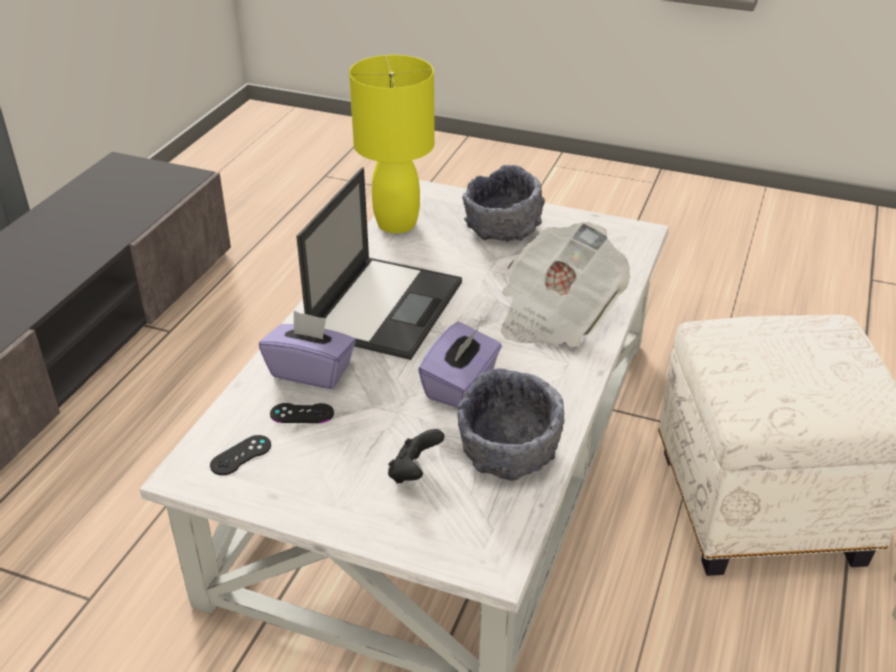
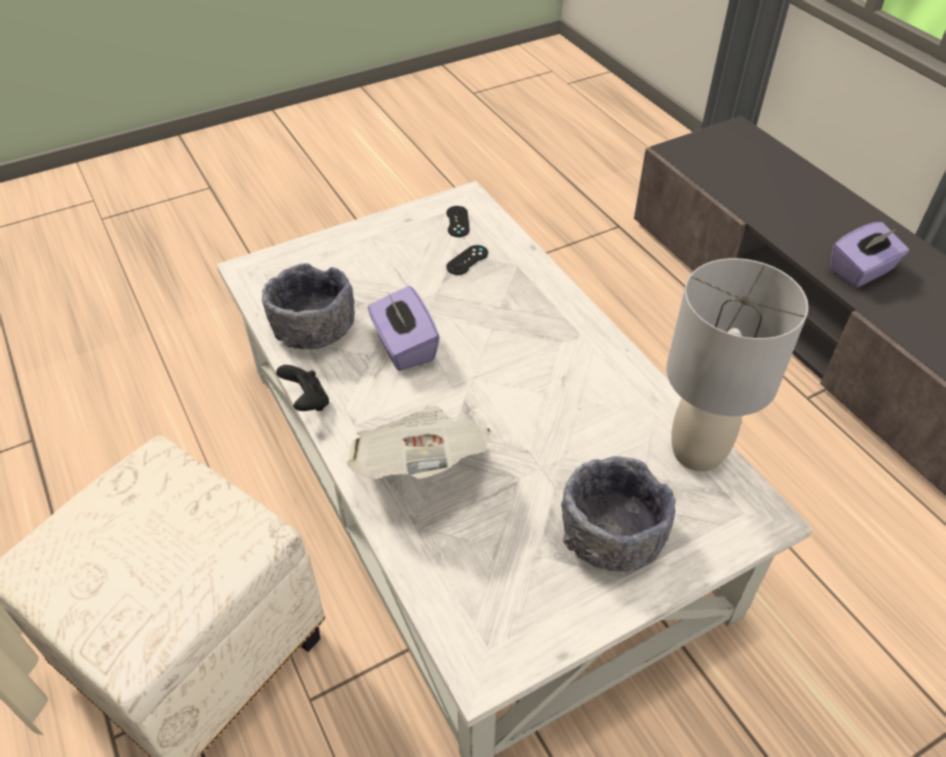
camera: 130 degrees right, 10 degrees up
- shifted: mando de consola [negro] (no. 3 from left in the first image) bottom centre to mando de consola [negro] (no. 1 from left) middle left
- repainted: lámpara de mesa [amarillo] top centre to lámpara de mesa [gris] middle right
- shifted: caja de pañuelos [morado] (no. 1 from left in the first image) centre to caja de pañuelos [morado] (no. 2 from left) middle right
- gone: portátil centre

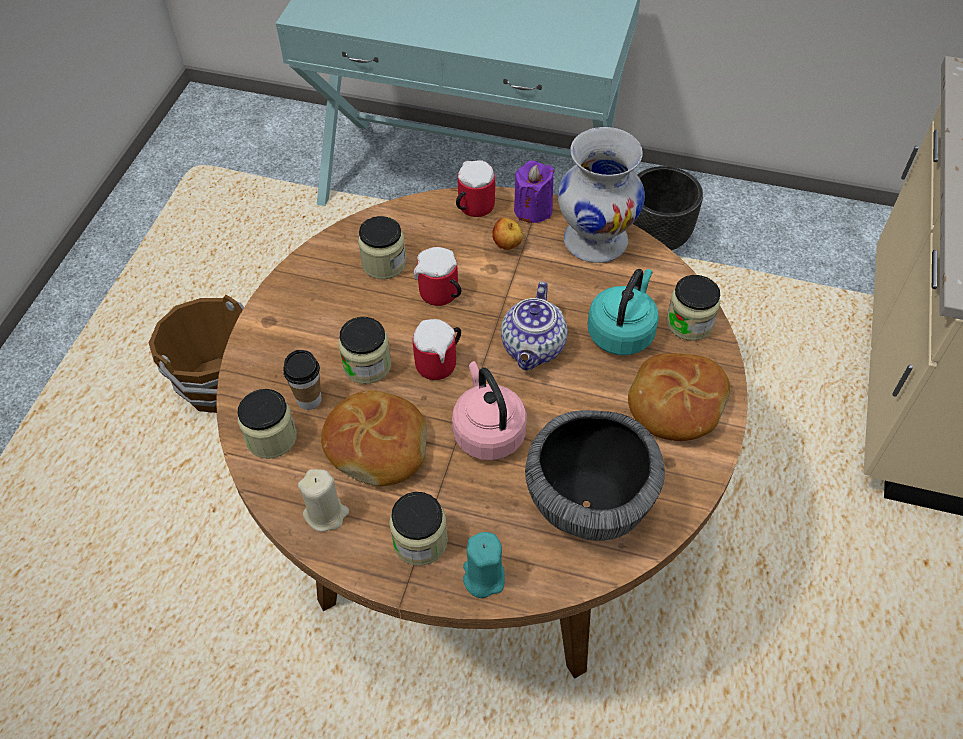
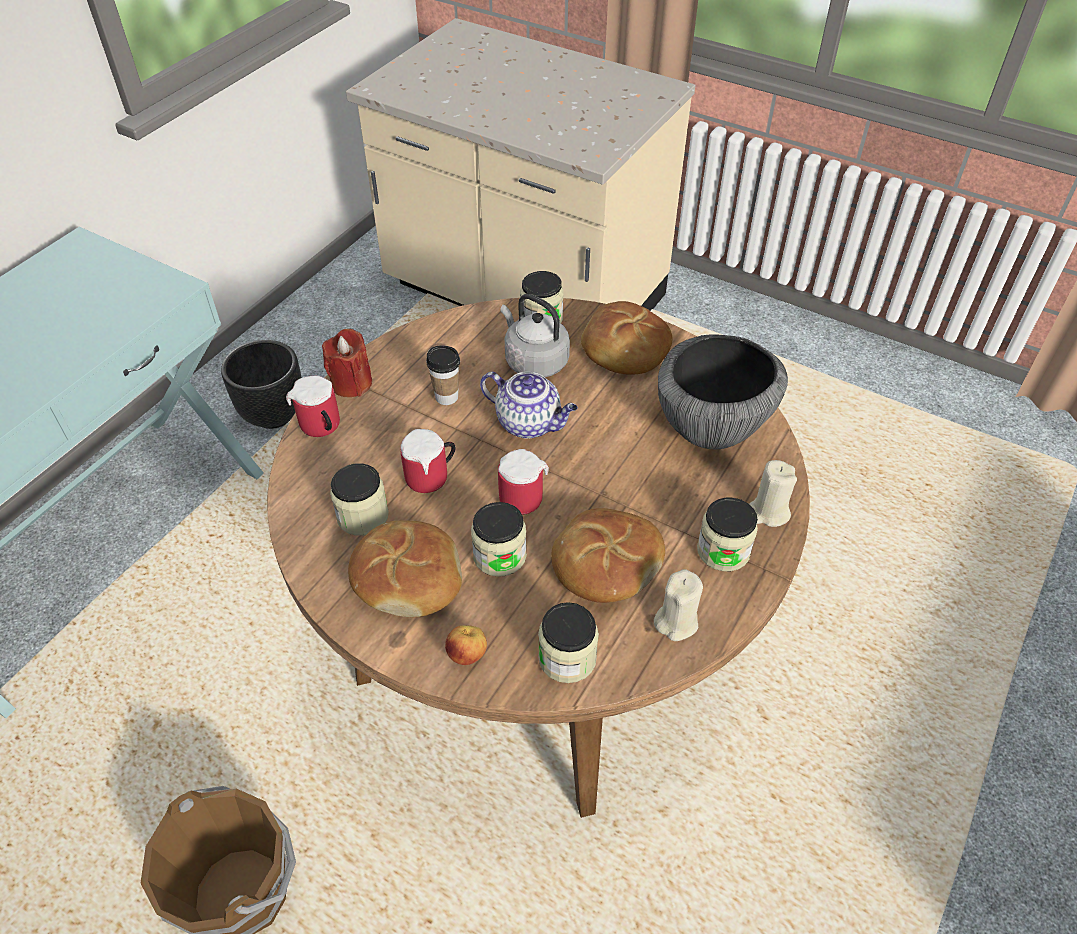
camera: 75 degrees left, 5 degrees down
- repainted: vela [morado] top centre to vela [rojo] middle left
- new: pan (no. 1 from left) centre
- shifted: taza middle left to centre
- shifted: manzana top centre to bottom centre
- repainted: hervidor [turquesa] centre to hervidor [gris] centre
- repainted: vela [turquesa] bottom centre to vela [beis] (no. 2 from left) middle right
- gone: hervidor [rosa] centre
- gone: florero [blanco] top centre

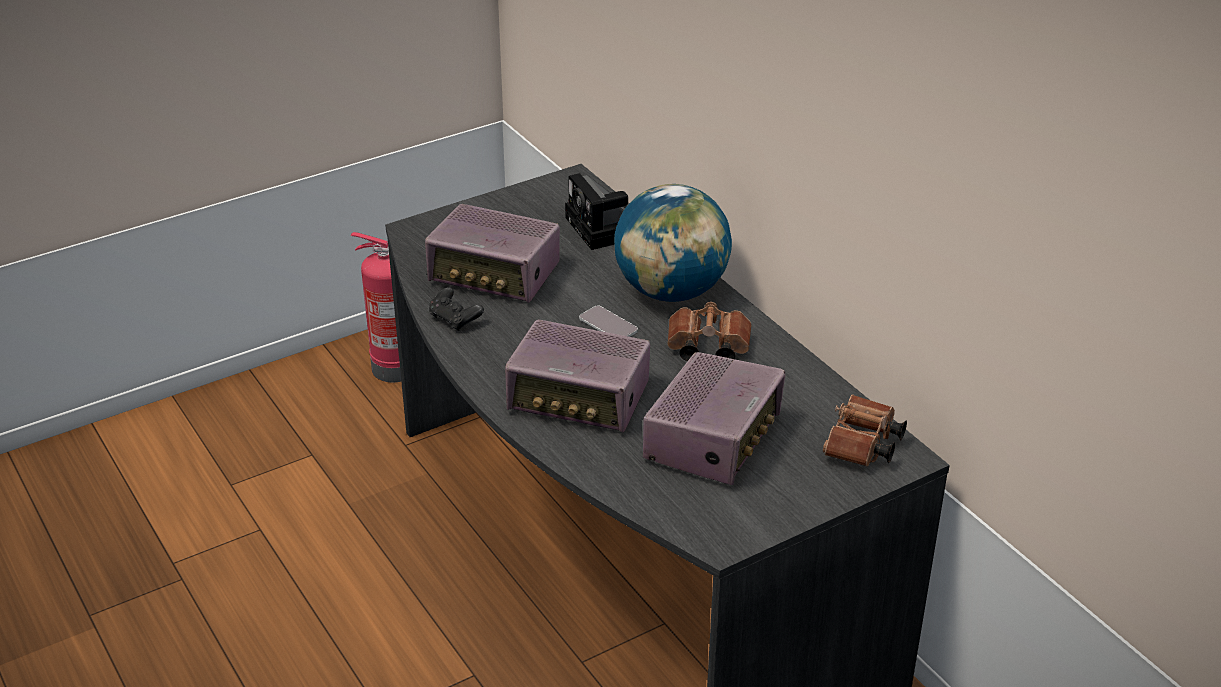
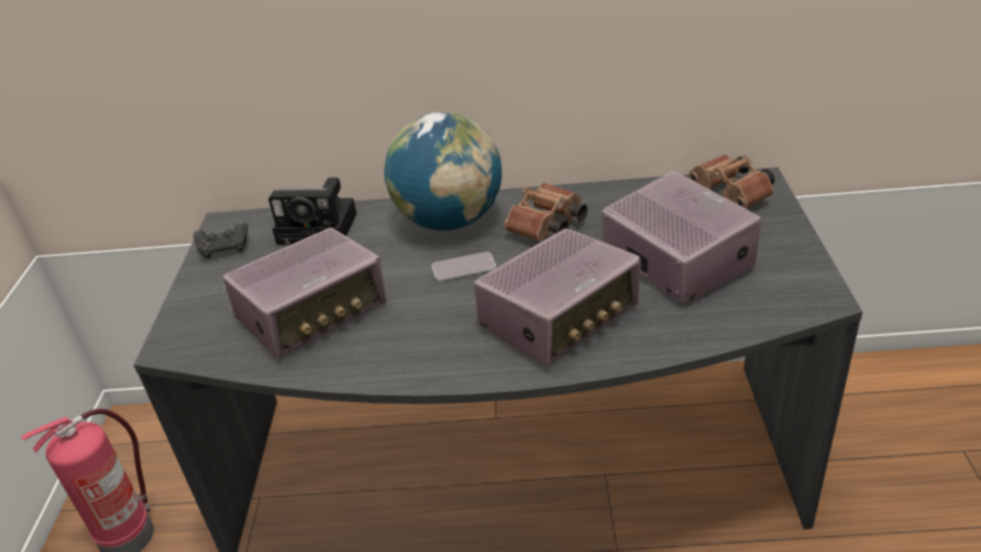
camera: 55 degrees left, 0 degrees up
- shifted: mando de consola [negro] centre to middle left

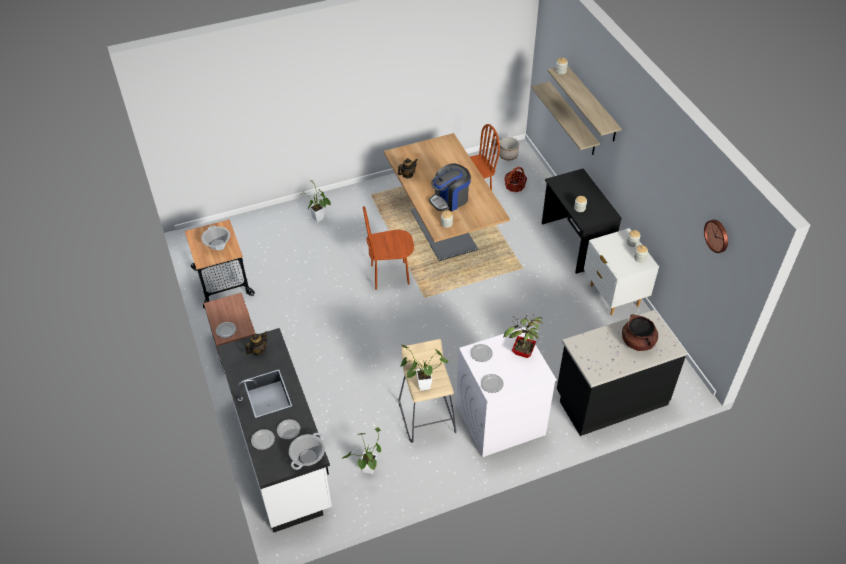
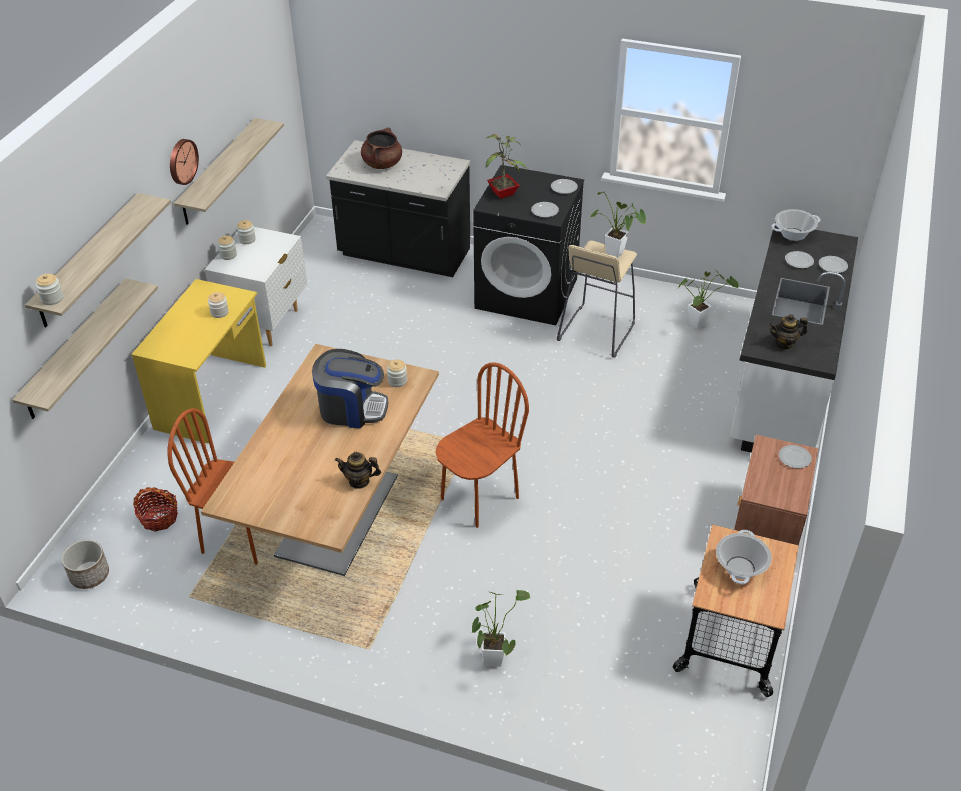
camera: 140 degrees left, 5 degrees down
- repainted: escritorio [negro] middle right to escritorio [amarillo] middle left
- shifted: reloj de pared middle right to top left
- new: estante (no. 3 from left) top left
- rotated: silla [marrón] (no. 1 from left in the first image) centre = centre 75 degrees counterclockwise
- repainted: lavadora [blanco] bottom centre to lavadora [negro] top centre

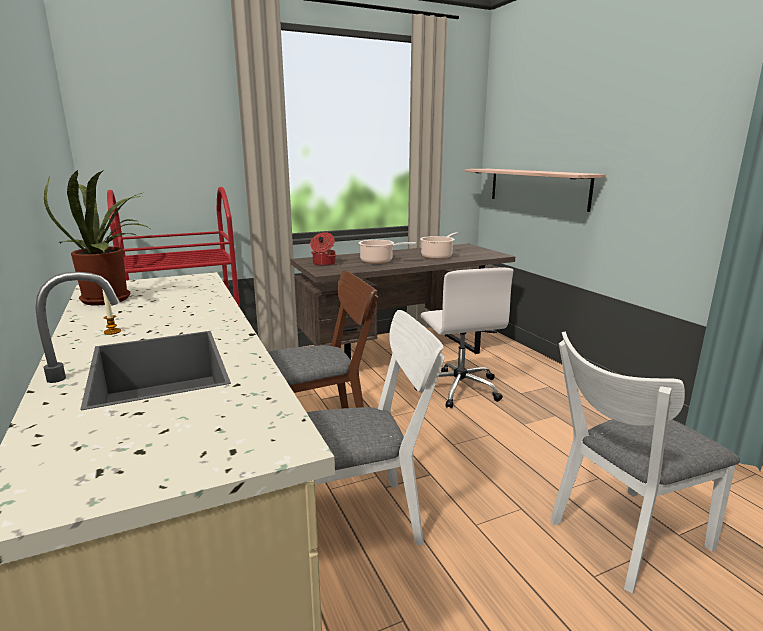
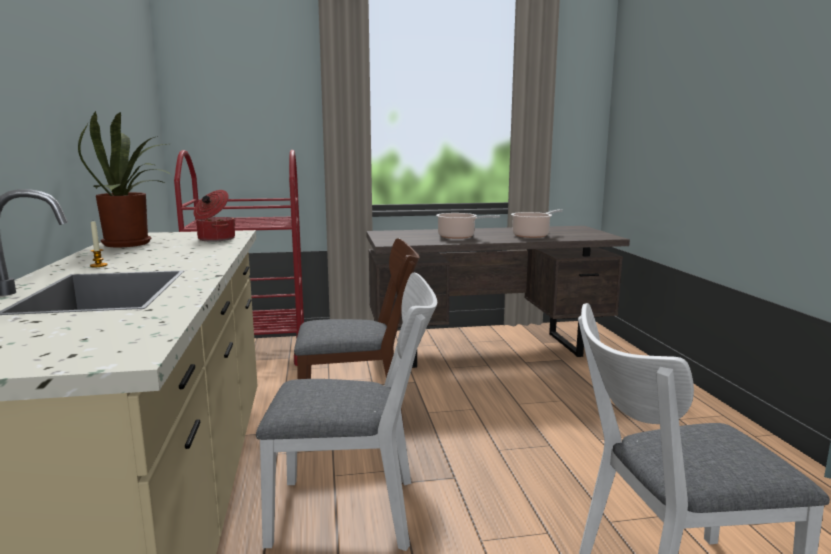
camera: 15 degrees right, 5 degrees down
- shifted: olla (no. 1 from left) centre to middle left
- gone: silla de oficina [blanco] centre
- gone: estante top right

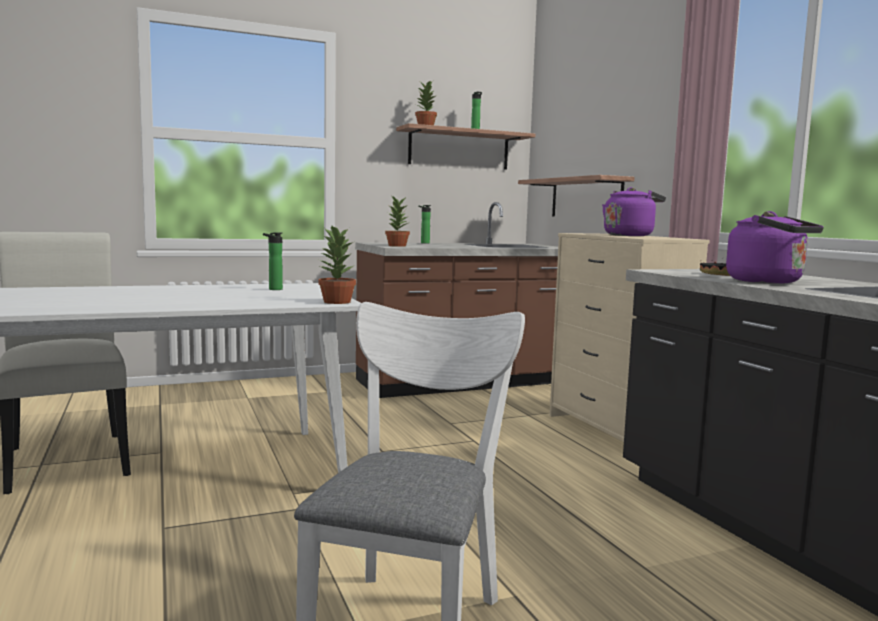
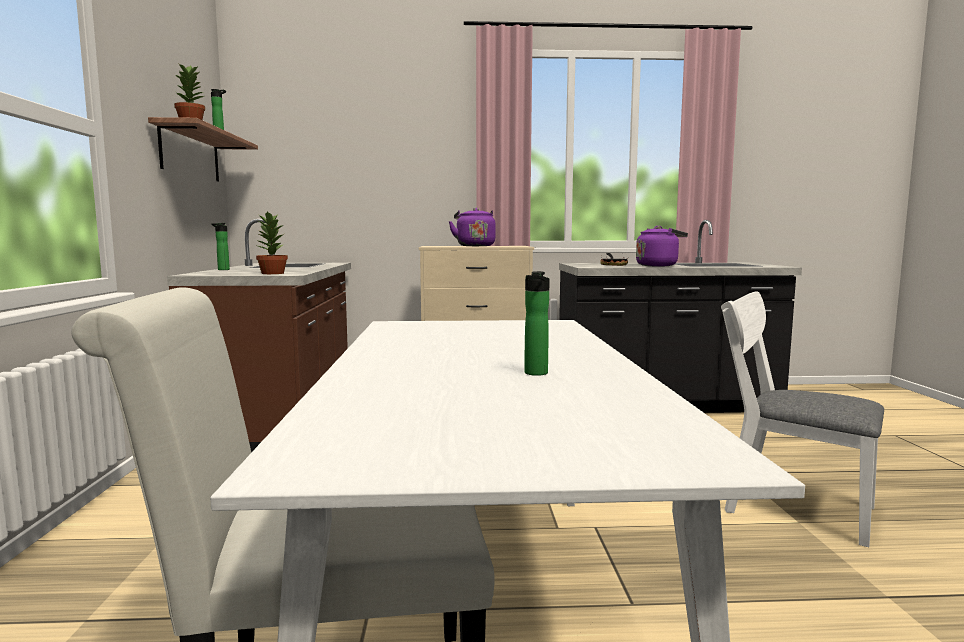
camera: 70 degrees left, 0 degrees up
- shifted: botella (no. 1 from left in the first image) middle left to botella (no. 3 from left) centre
- gone: planta en maceta (no. 1 from left) centre
- gone: estante (no. 2 from left) top centre

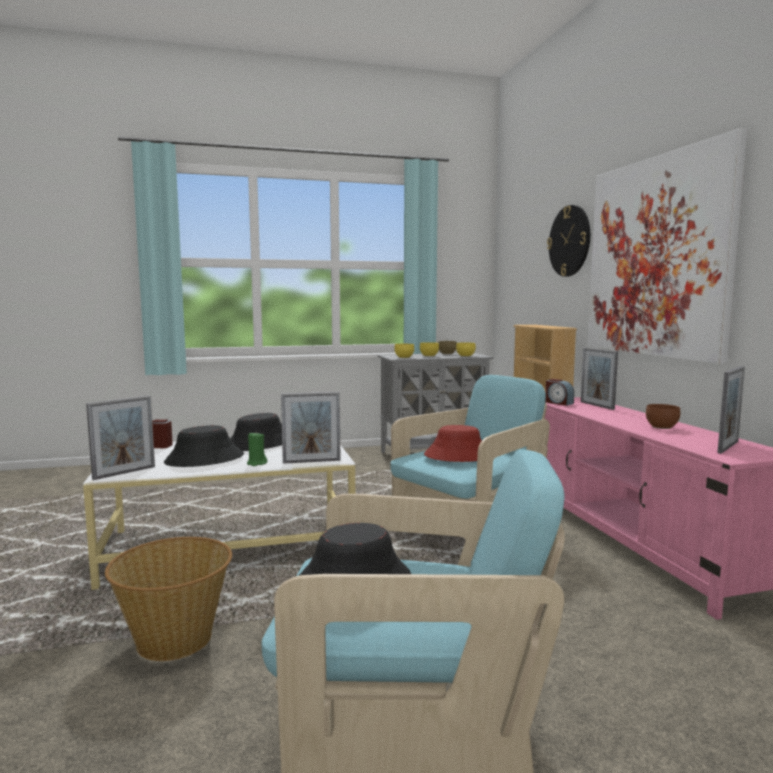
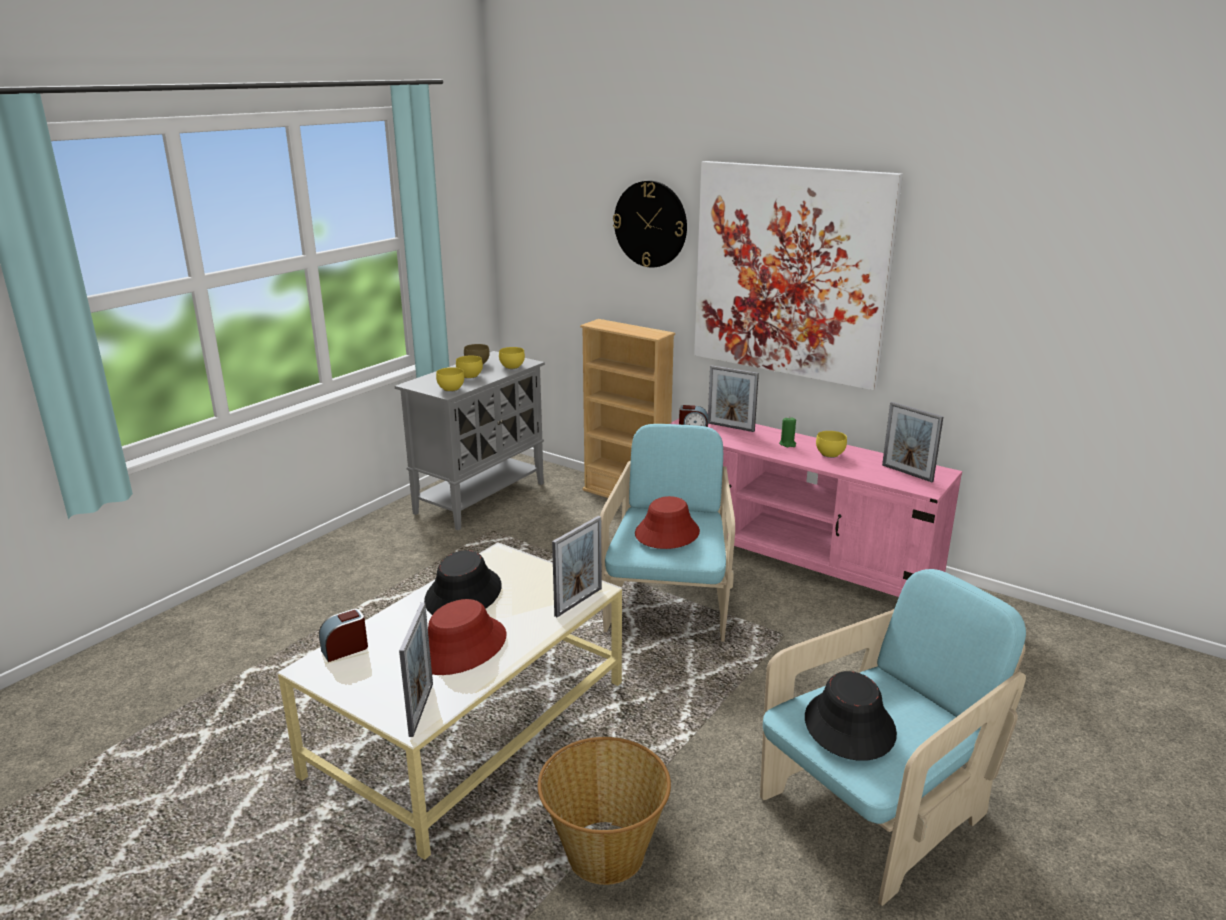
camera: 40 degrees left, 15 degrees up
- repainted: sombrero [negro] (no. 1 from left) middle left to sombrero [rojo] (no. 1 from left) bottom centre
- shifted: vela [verde] middle left to centre
- repainted: cuenco [marrón] (no. 2 from left) middle right to cuenco [amarillo] (no. 4 from left) middle right
- rotated: portarretratos (no. 4 from left) middle right = middle right 135 degrees clockwise

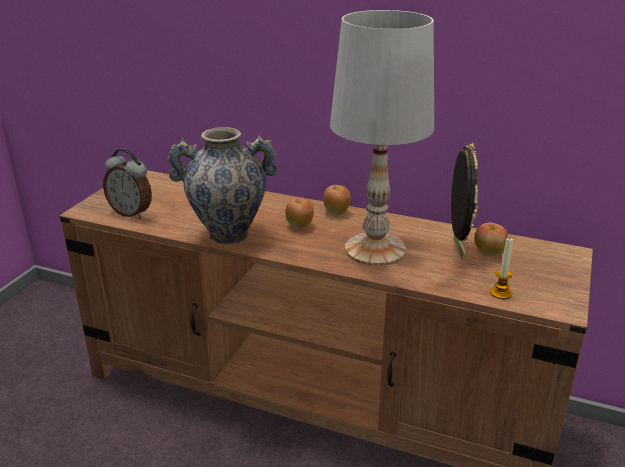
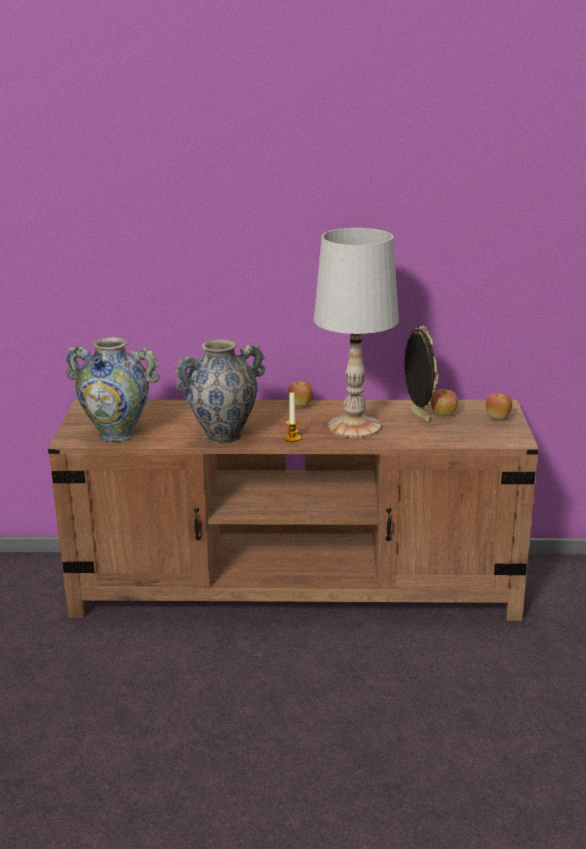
camera: 20 degrees left, 5 degrees down
- swapped: despertador middle left to florero (no. 1 from left) middle left
- shifted: vela middle right to centre
- shifted: manzana (no. 1 from left in the first image) centre to manzana (no. 3 from left) middle right

